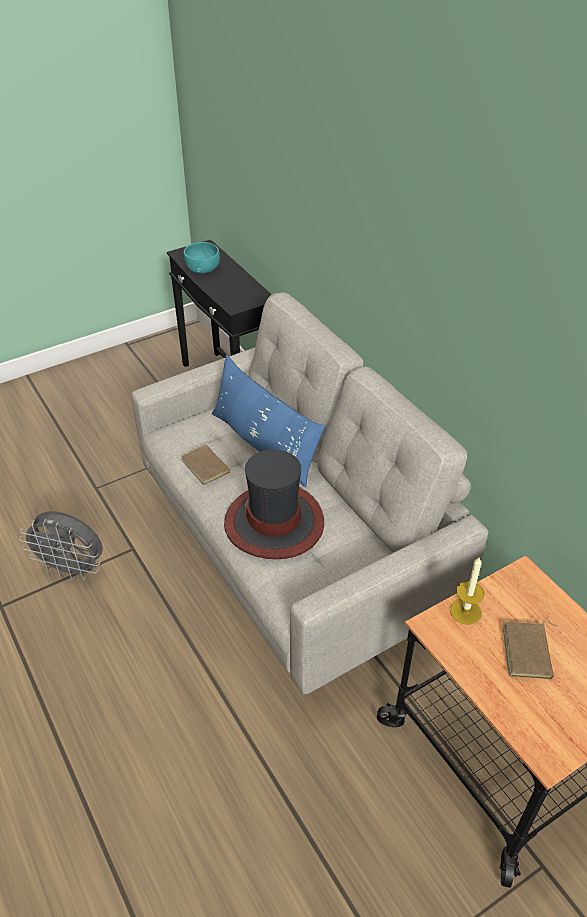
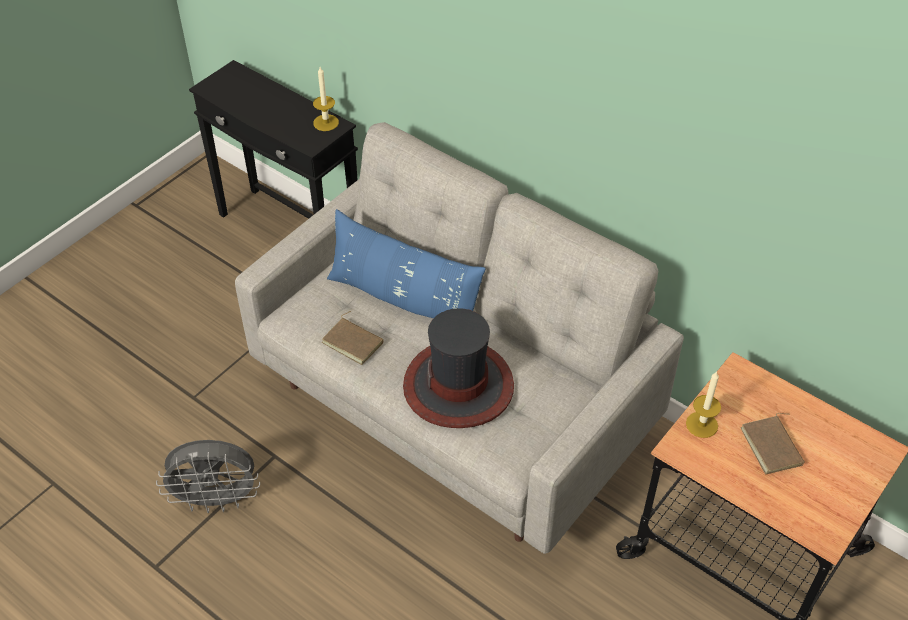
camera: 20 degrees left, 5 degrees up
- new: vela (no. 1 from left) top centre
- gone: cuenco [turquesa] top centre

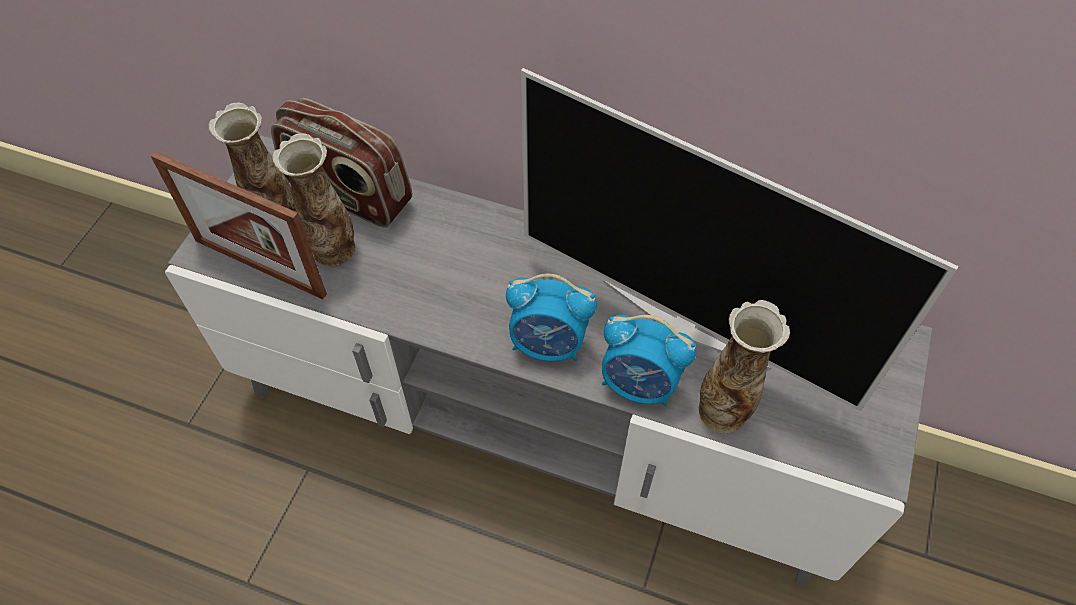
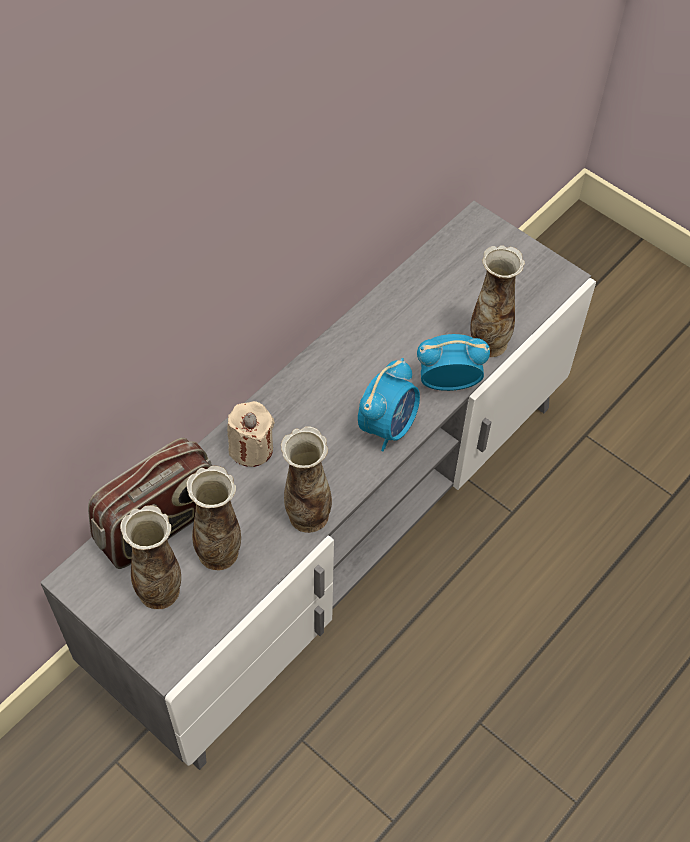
camera: 70 degrees left, 0 degrees up
- new: vela [beis] centre
- new: florero (no. 3 from left) centre
- rotated: despertador (no. 2 from left) centre = centre 135 degrees counterclockwise
- gone: portarretratos middle left
- gone: televisor middle right

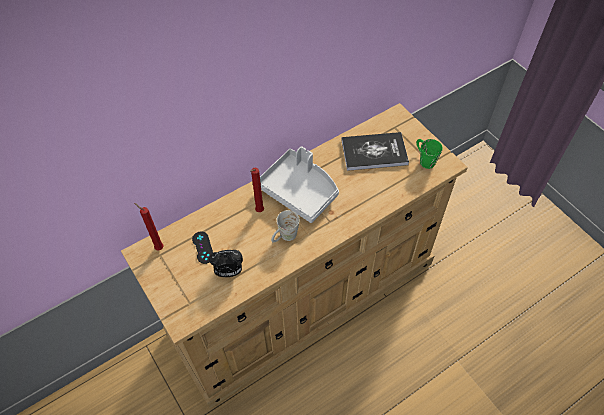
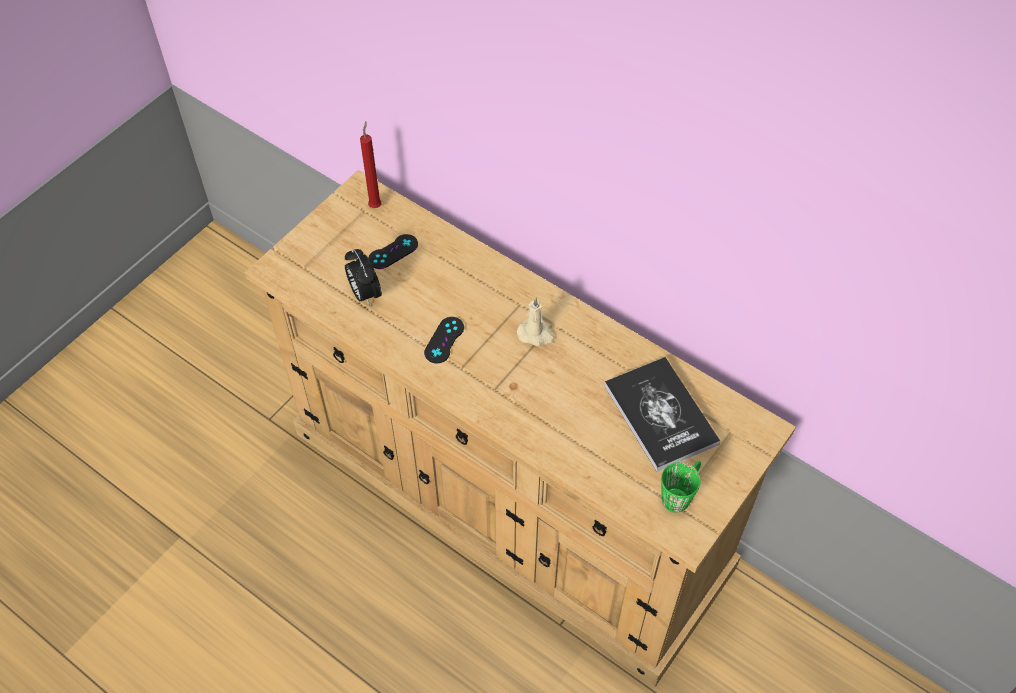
camera: 70 degrees right, 0 degrees up
- swapped: taza grande [blanco] centre to mando de consola [negro] (no. 2 from left) centre
- swapped: bandeja [gris] centre to vela [beis] centre
- gone: vela [rojo] (no. 2 from left) centre

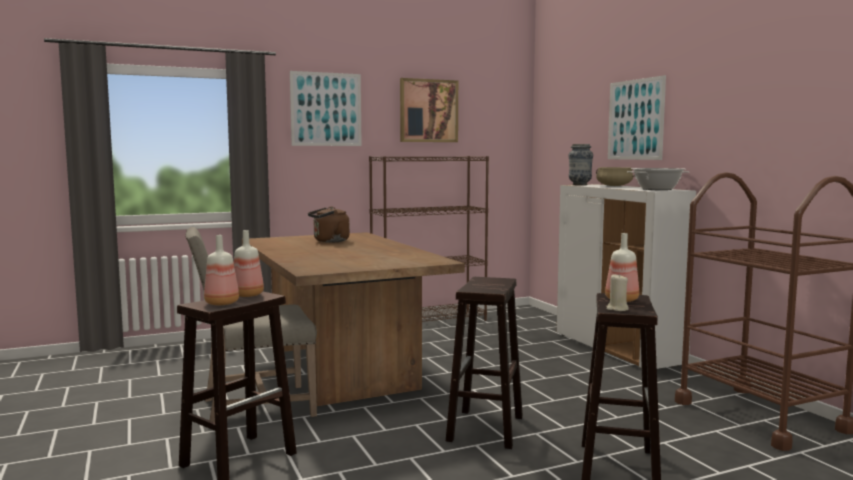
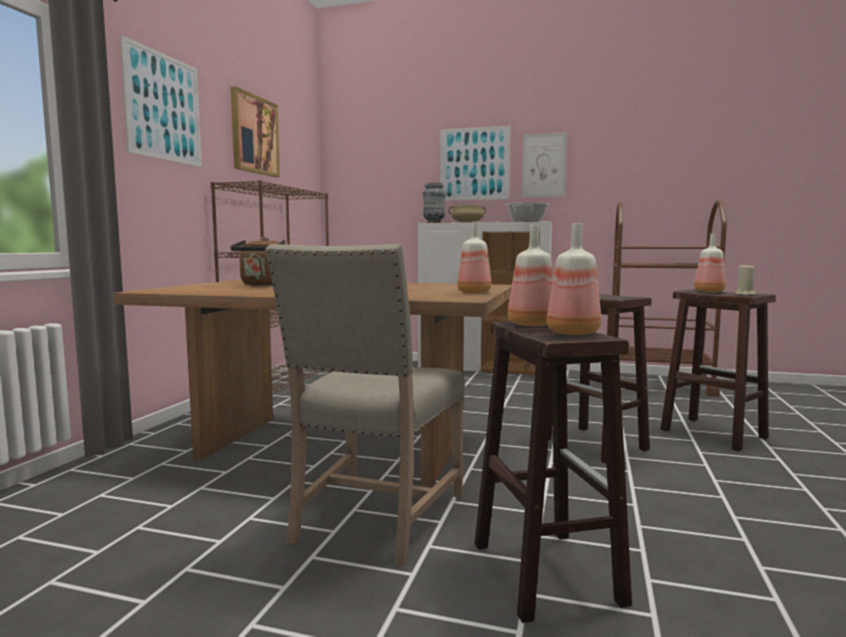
camera: 50 degrees left, 0 degrees up
- new: botella (no. 1 from left) centre
- new: cuadro (no. 4 from left) top centre

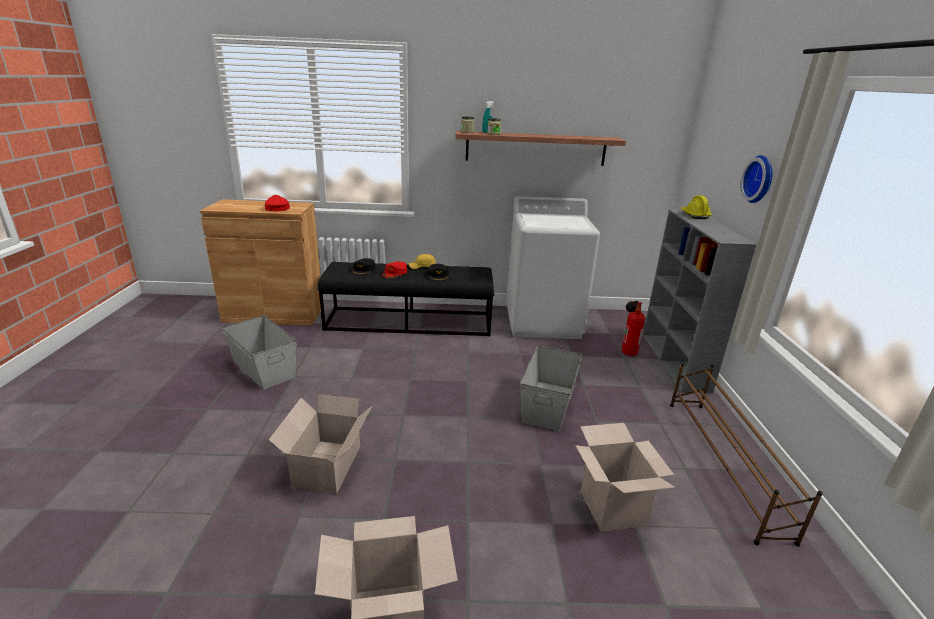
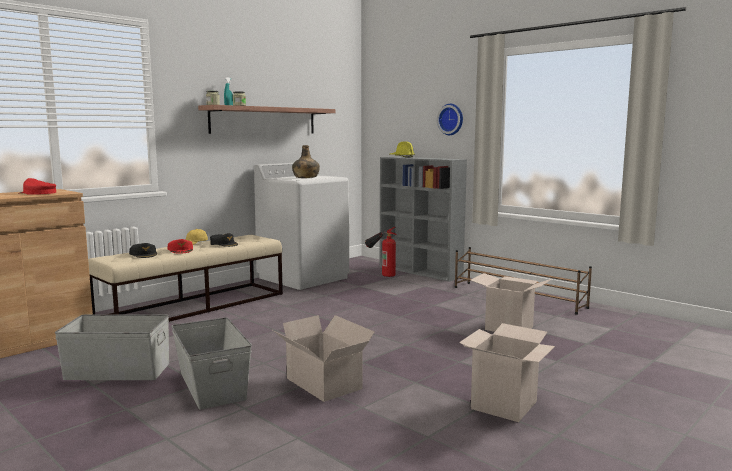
camera: 45 degrees left, 15 degrees down
- repainted: banco [negro] centre to banco [beis] middle left
- shifted: caja de almacenaje [gris] (no. 2 from left) centre to bottom left
- new: botella [verde] centre

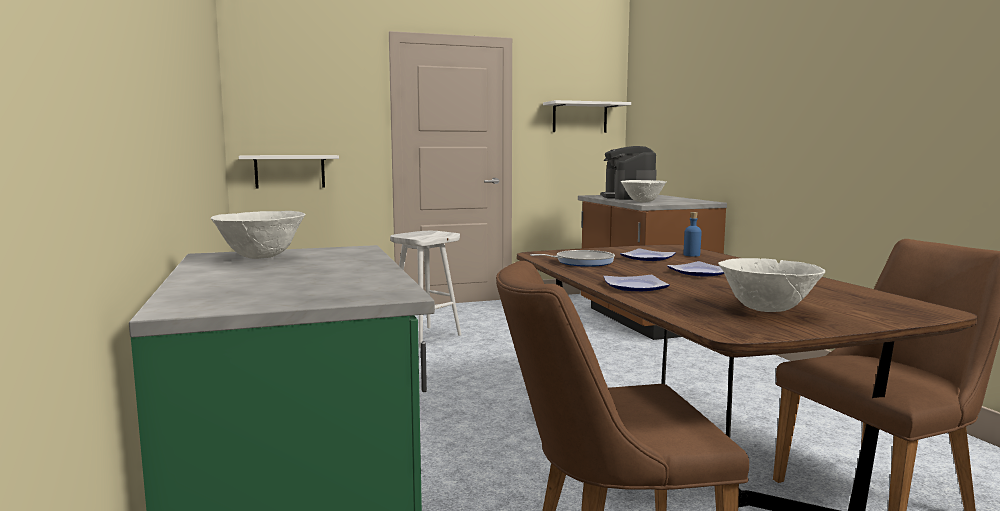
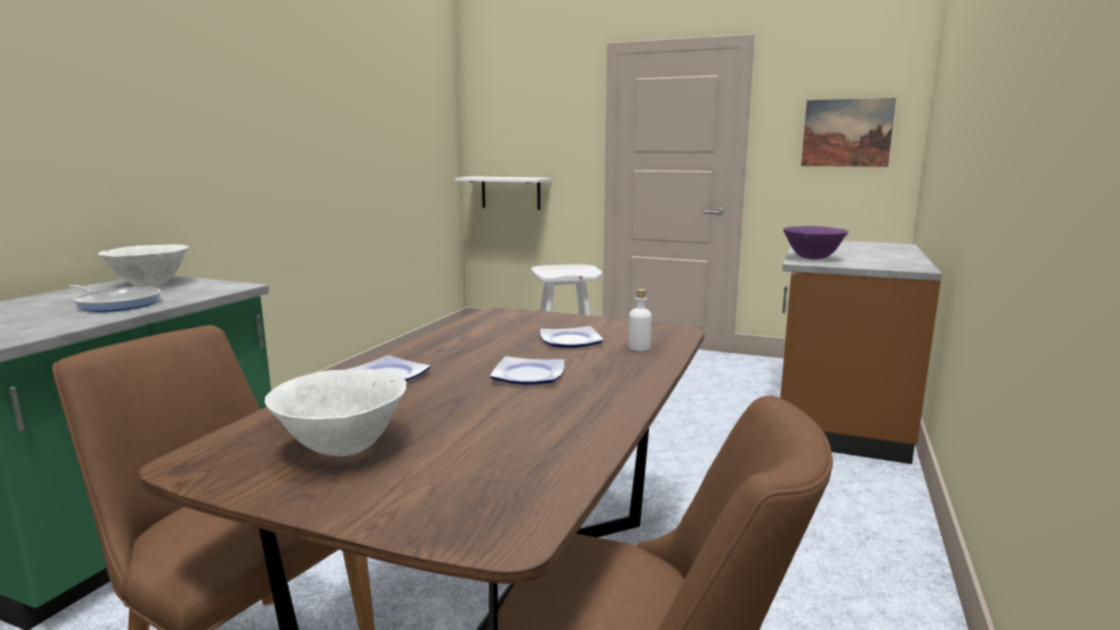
camera: 40 degrees right, 5 degrees up
- shifted: sartén centre to middle left
- repainted: botella [azul] middle right to botella [blanco] centre
- repainted: cuenco [blanco] (no. 2 from left) centre to cuenco [morado] middle right
- swapped: estante [blanco] (no. 2 from left) top centre to cuadro top right
- gone: cafetera centre

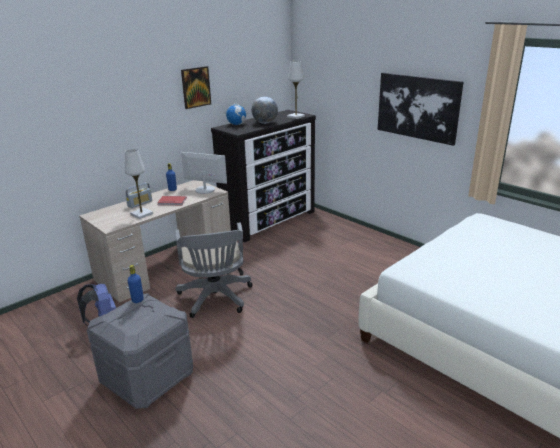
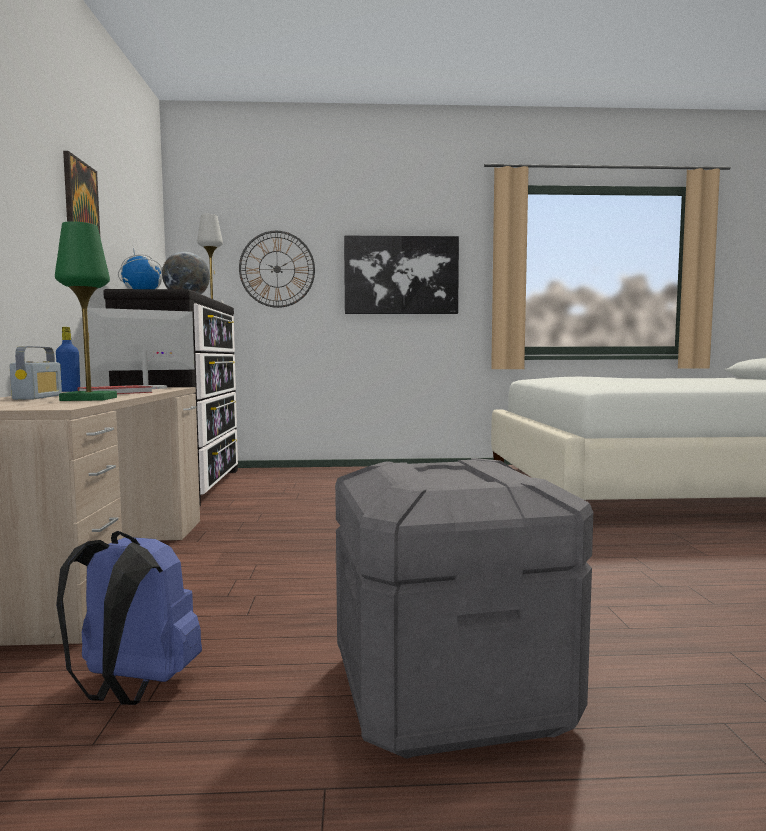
camera: 50 degrees left, 20 degrees down
- repainted: lámpara de mesa [blanco] (no. 1 from left) middle left to lámpara de mesa [verde] middle left
- new: reloj de pared top centre
- gone: botella [azul] (no. 1 from left) middle left
- gone: silla de oficina [gris] centre

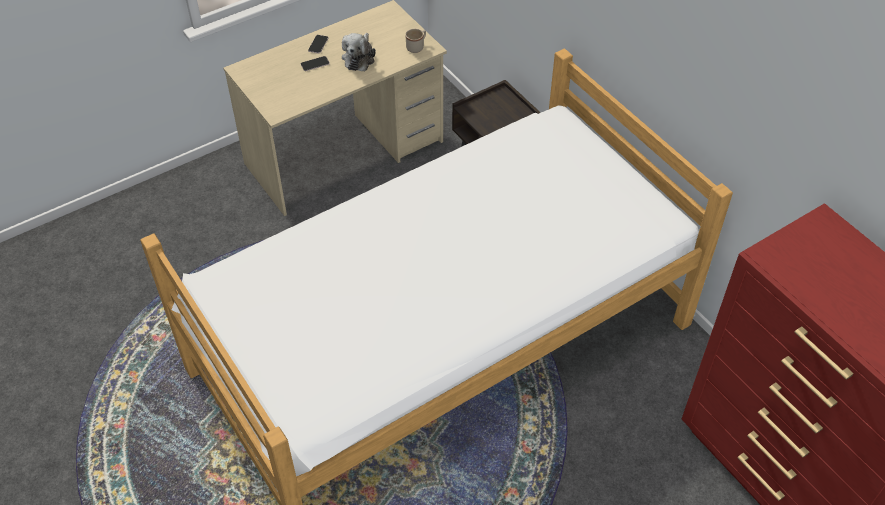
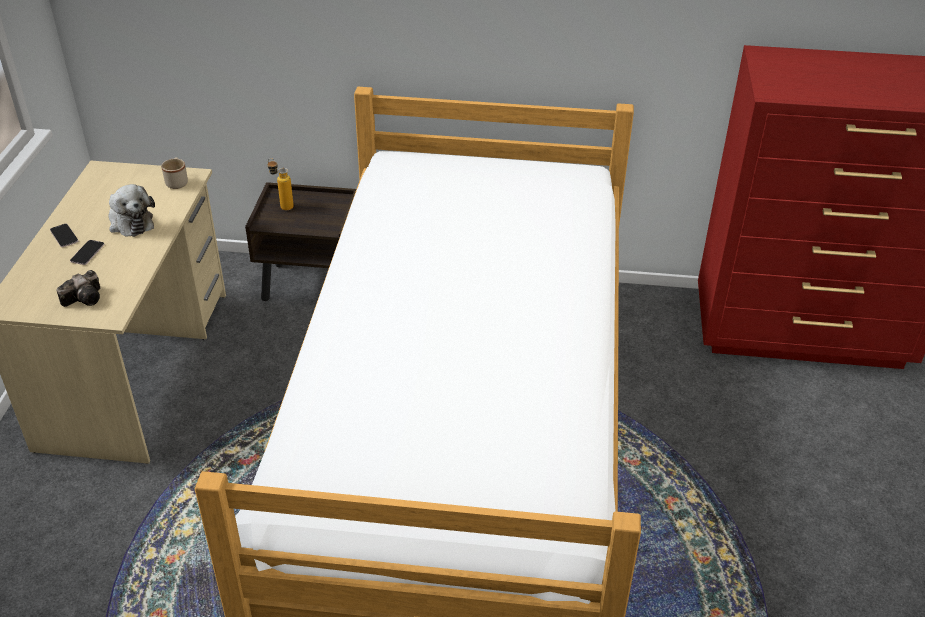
camera: 50 degrees left, 10 degrees down
- new: cámara middle left
- new: botella top left

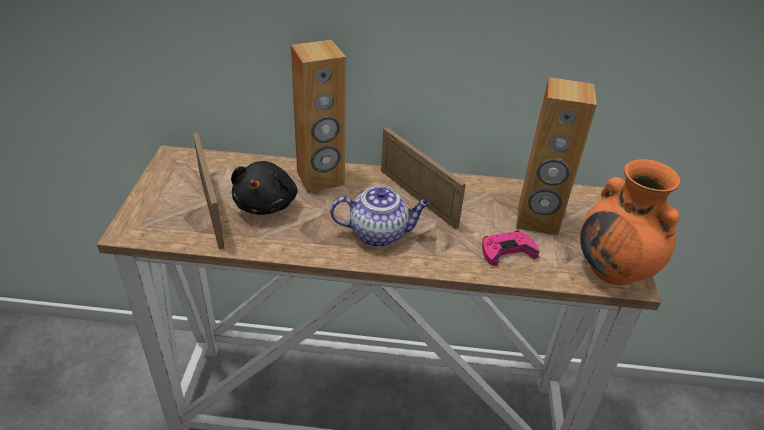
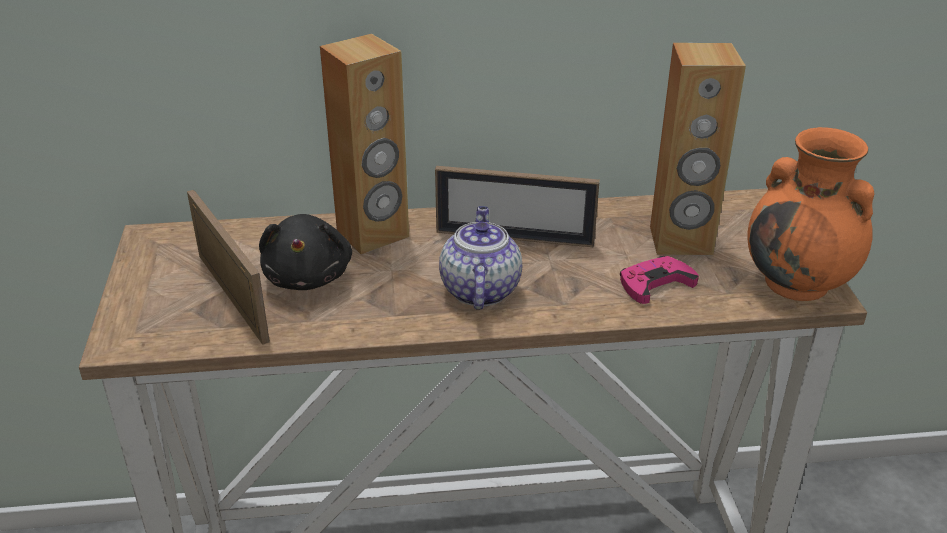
camera: 10 degrees left, 5 degrees down
- rotated: portarretratos (no. 2 from left) centre = centre 150 degrees clockwise
- rotated: tetera centre = centre 75 degrees counterclockwise

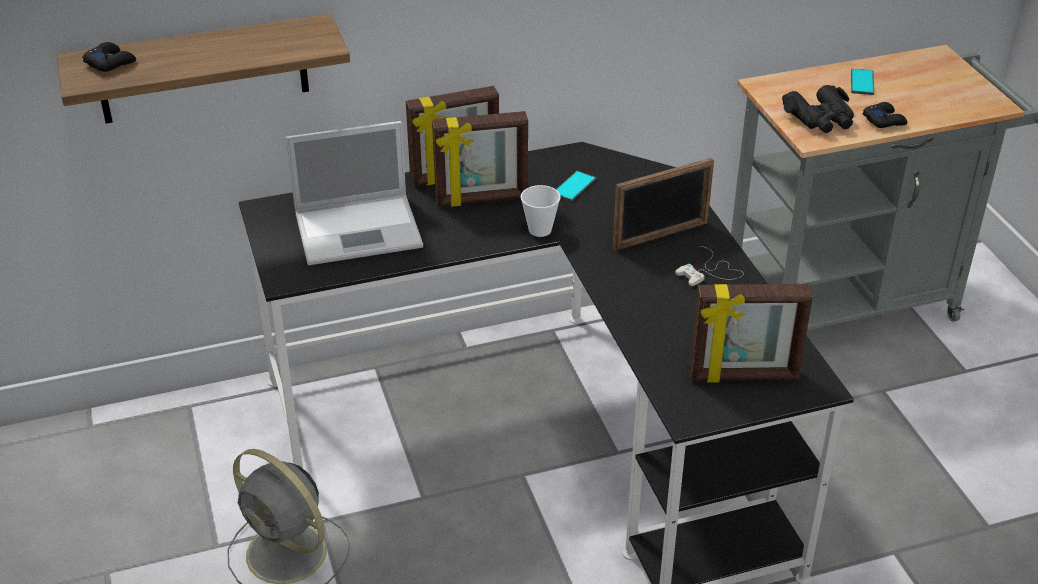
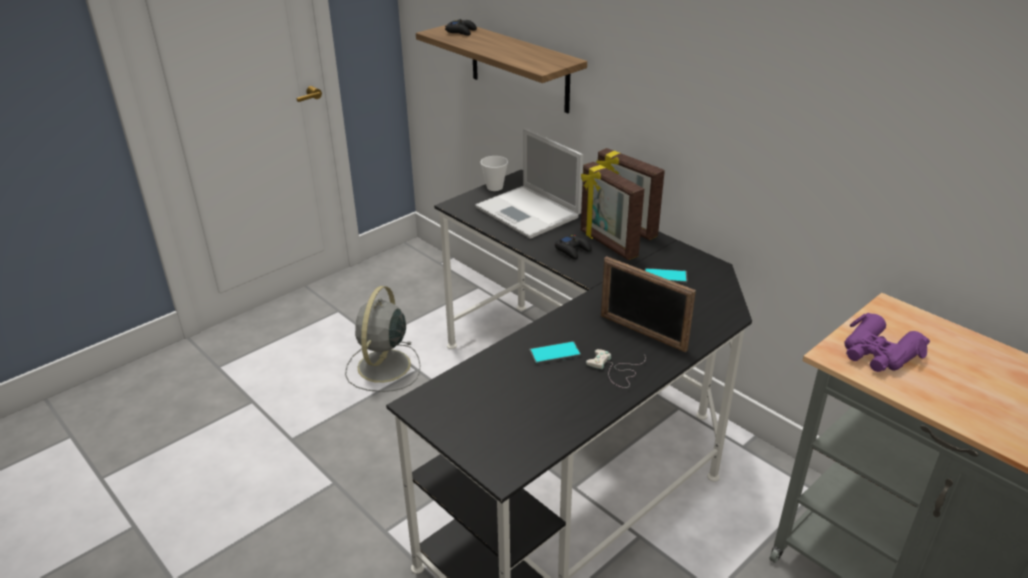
camera: 65 degrees right, 5 degrees down
- shifted: taza centre to top centre
- shifted: móvil (no. 2 from left in the first image) top right to móvil (no. 1 from left) centre
- shifted: mando de consola [negro] (no. 2 from left) top right to centre
- repainted: prismáticos [negro] top right to prismáticos [morado] middle right
- gone: portarretratos (no. 4 from left) middle right

